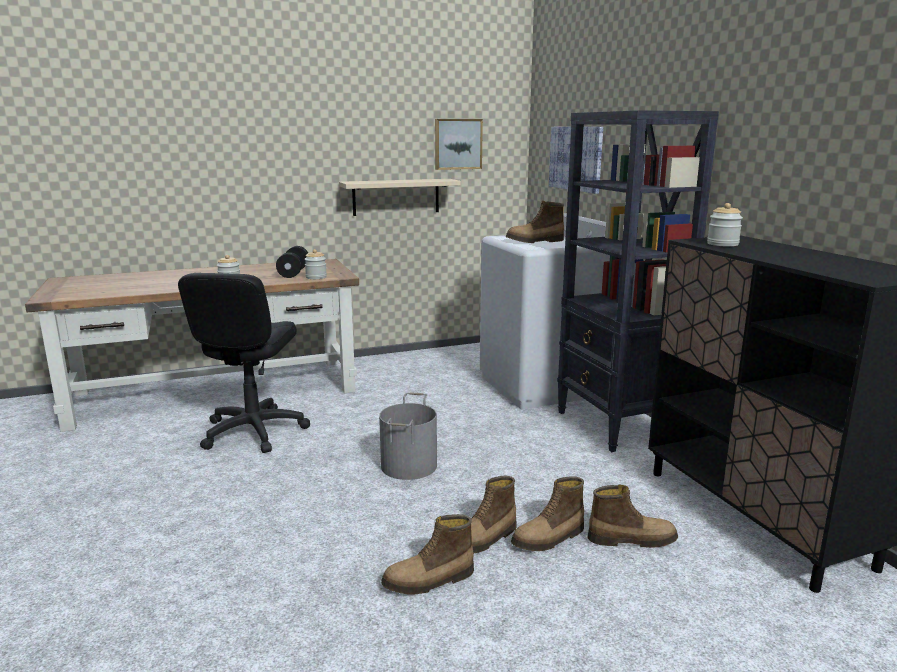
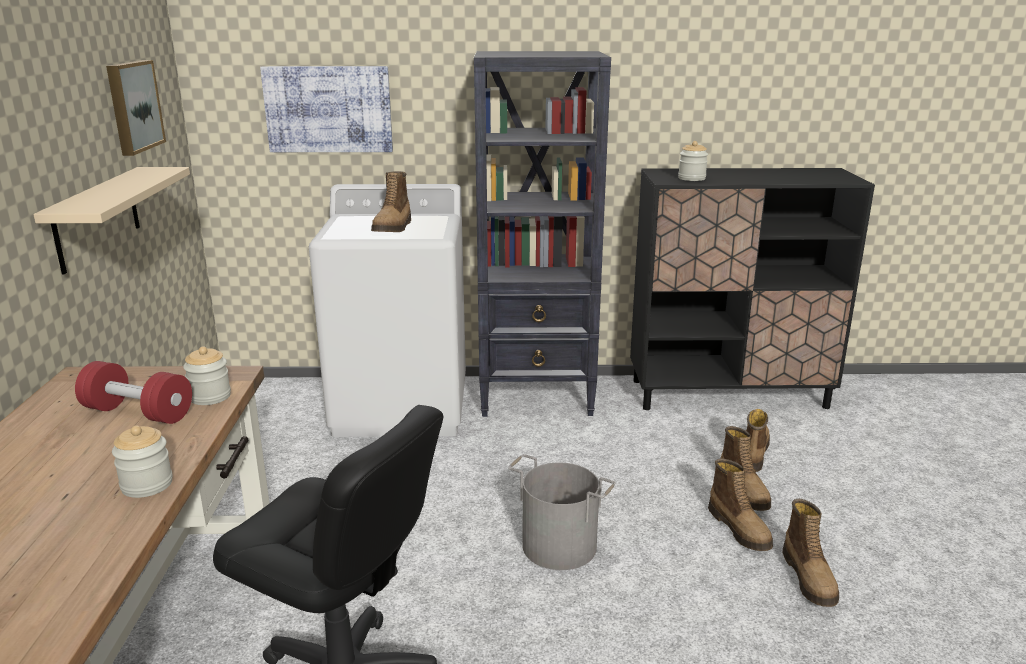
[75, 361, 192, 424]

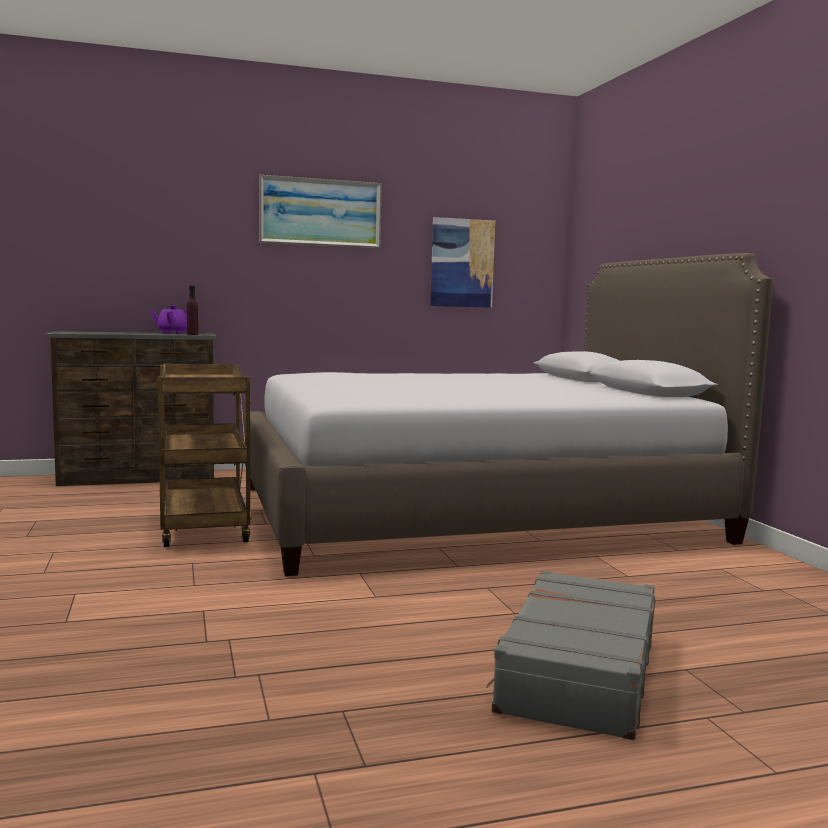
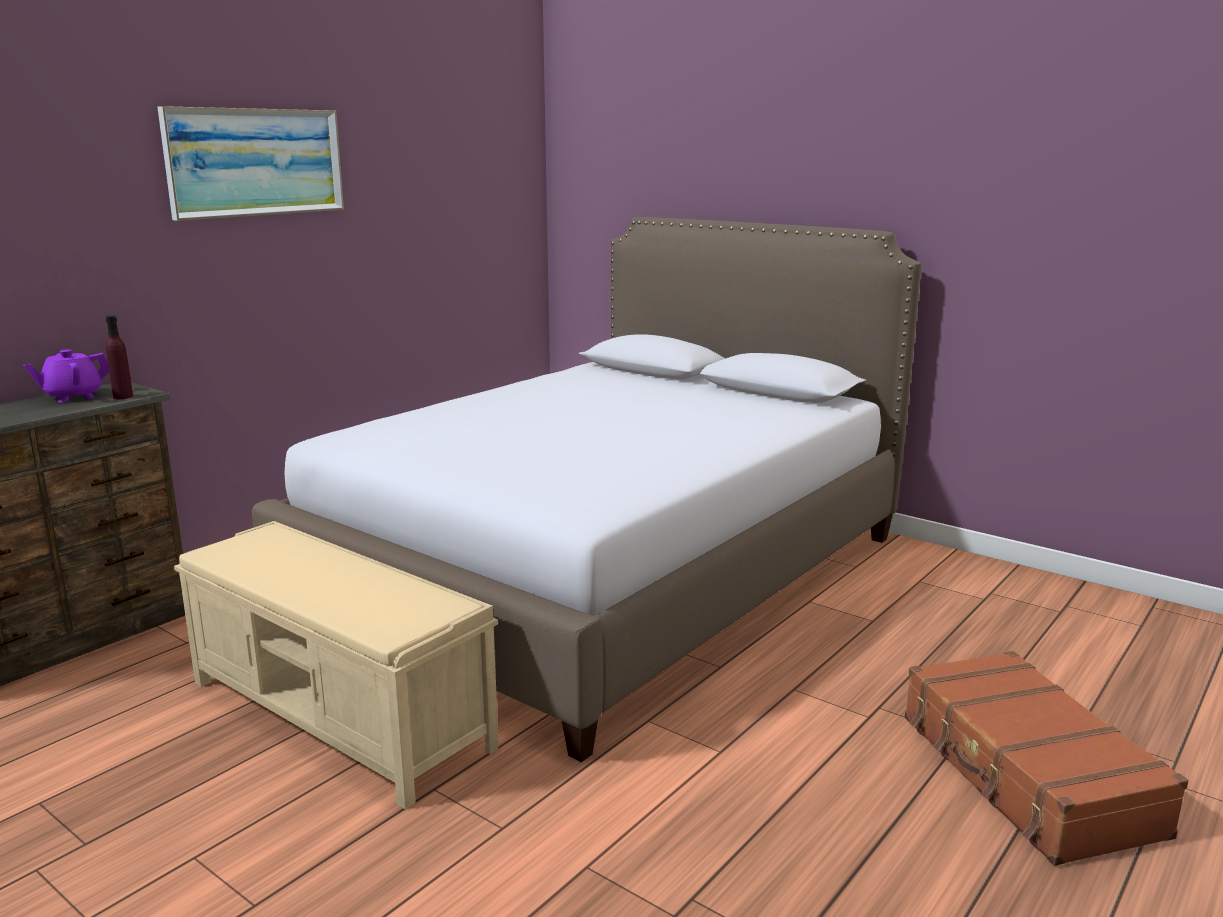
[430, 217, 495, 308] (first image)
[174, 521, 499, 809]
[905, 651, 1189, 866]

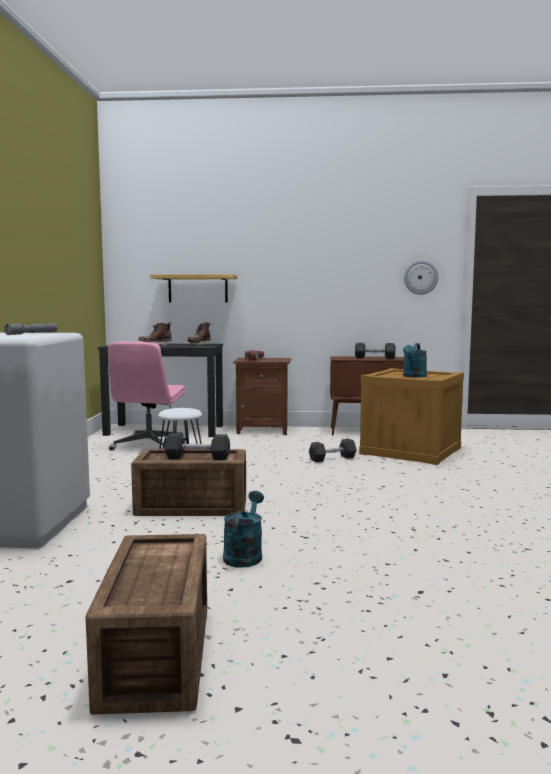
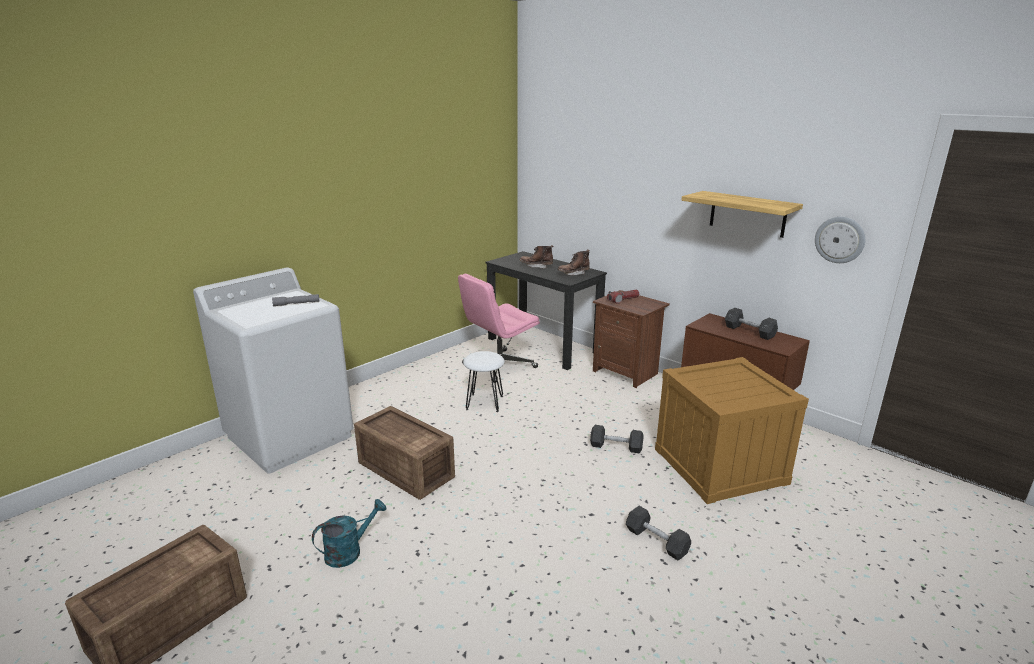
[681, 191, 803, 238]
[403, 343, 427, 377] (first image)
[626, 506, 691, 560]

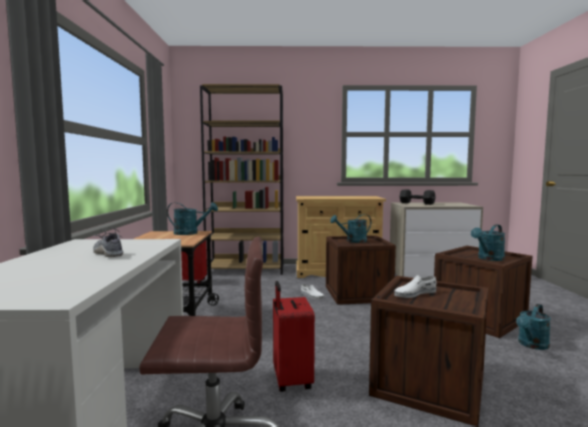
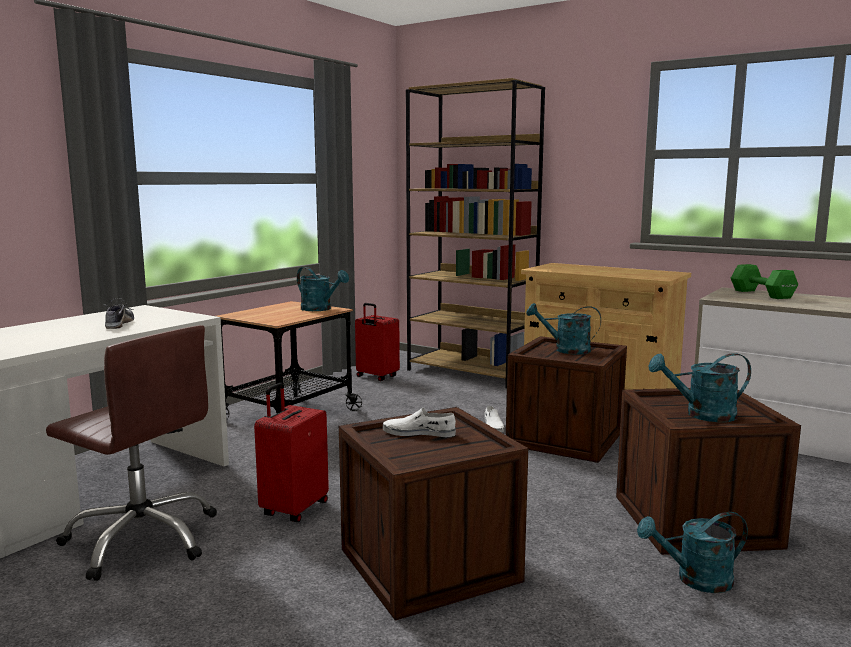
[731, 264, 798, 299]

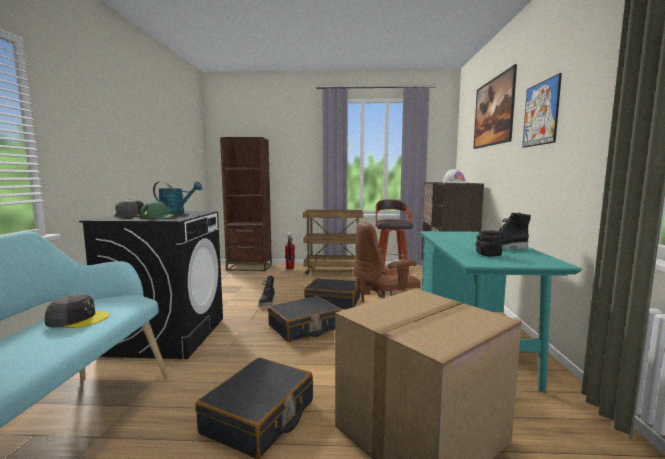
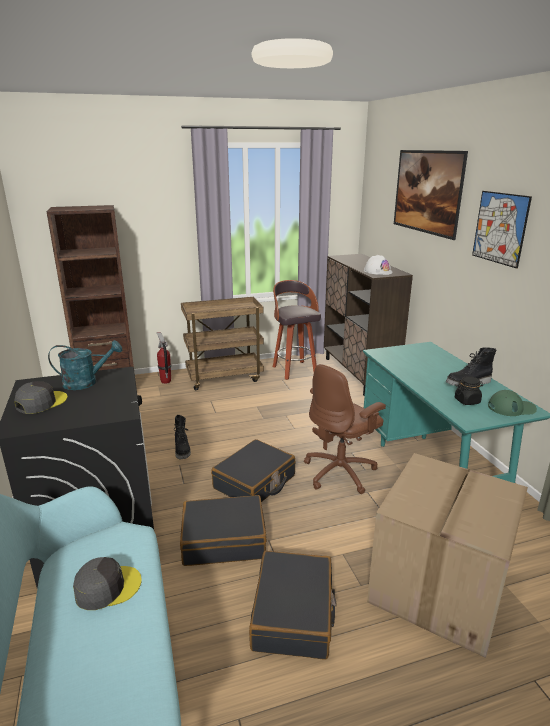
[488, 390, 537, 416]
[180, 495, 266, 566]

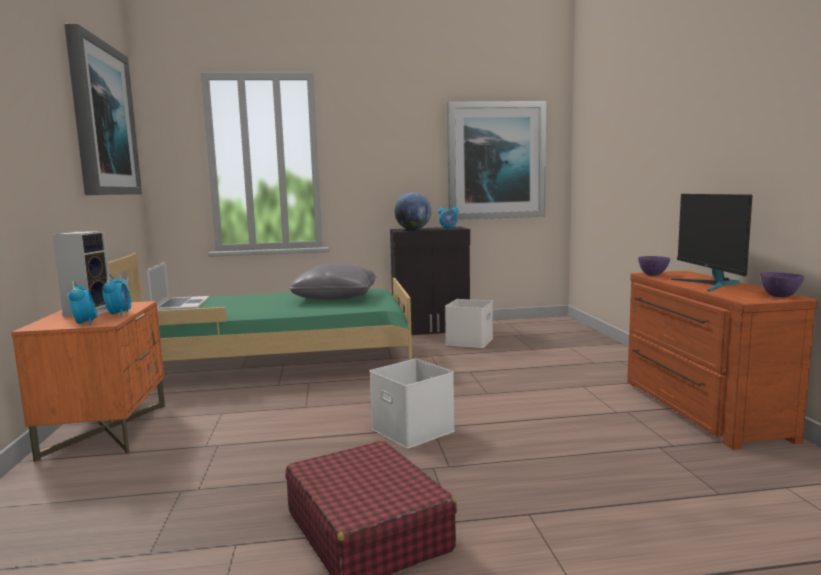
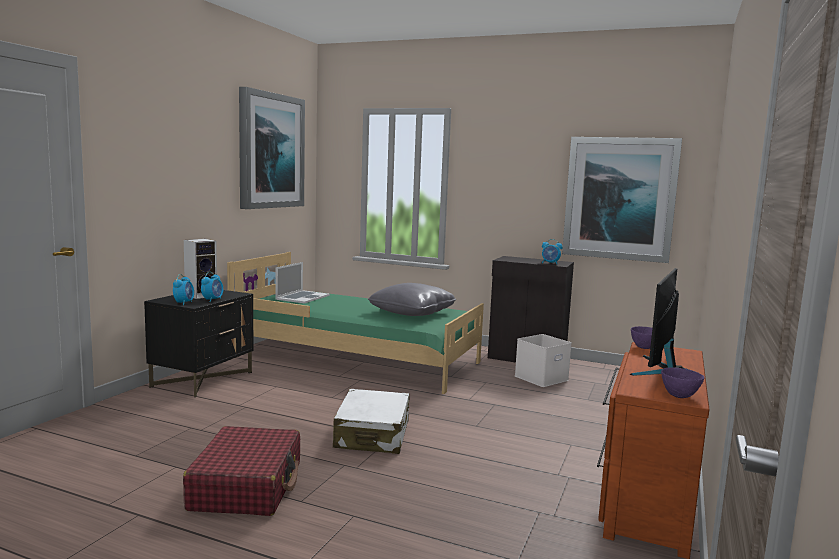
[394, 193, 431, 230] (first image)
[144, 290, 253, 397]
[333, 389, 410, 454]

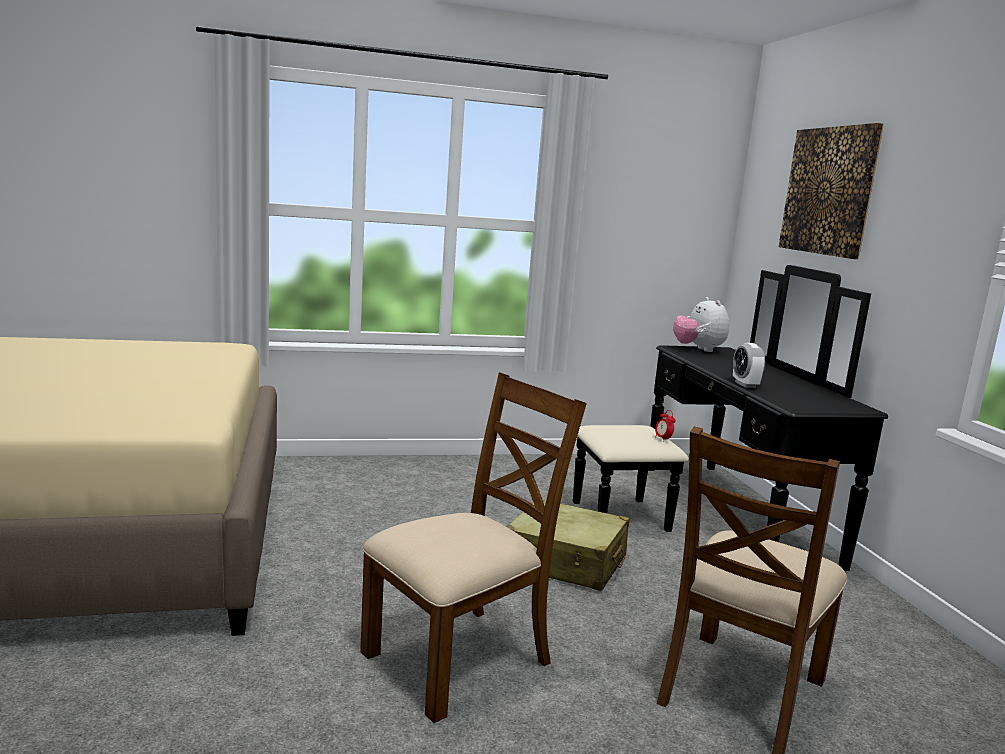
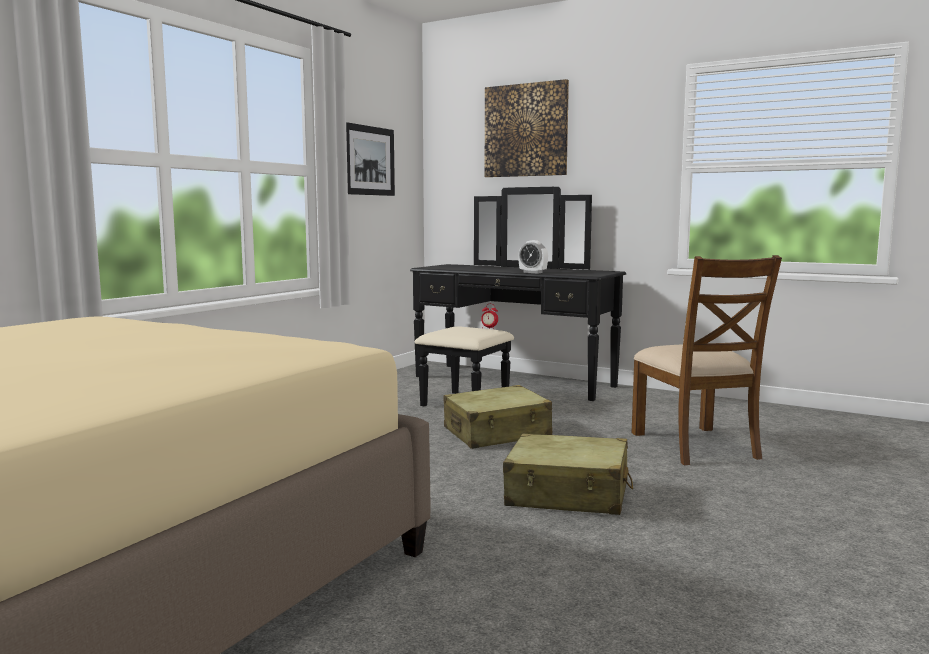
[673, 297, 729, 352] (first image)
[503, 433, 633, 515]
[346, 122, 395, 196]

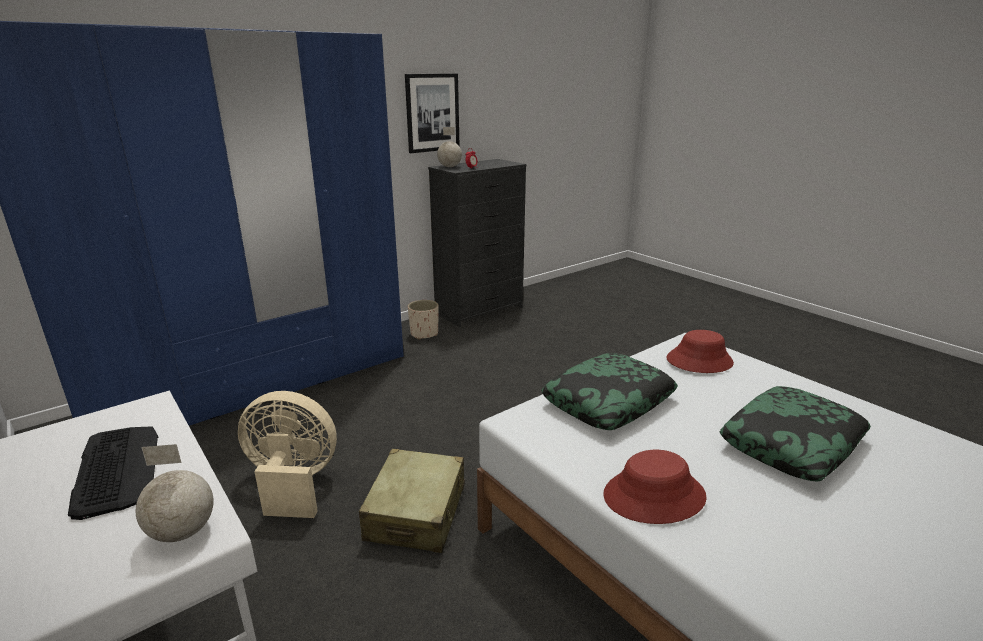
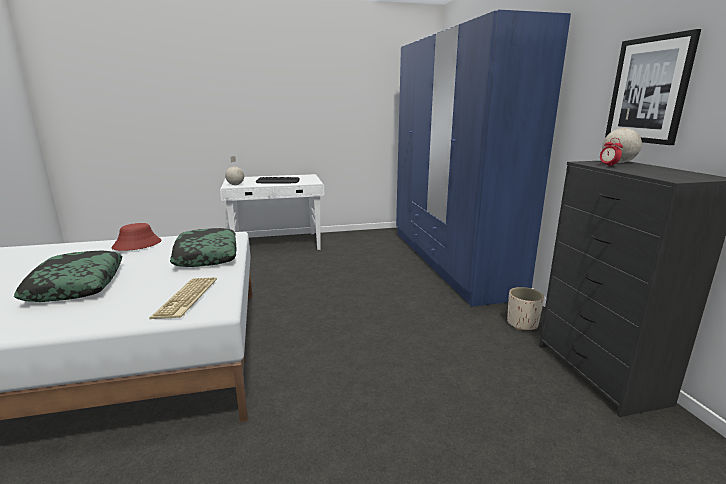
[149, 277, 217, 319]
[238, 391, 337, 518] (first image)
[359, 449, 464, 553] (first image)

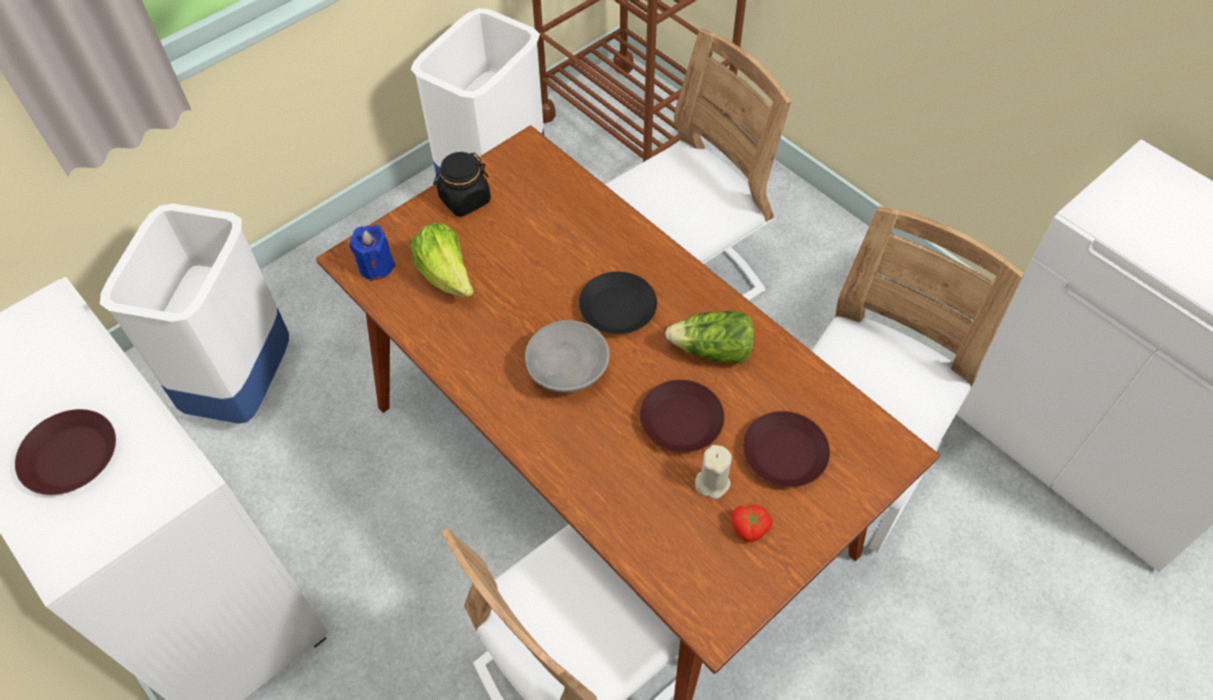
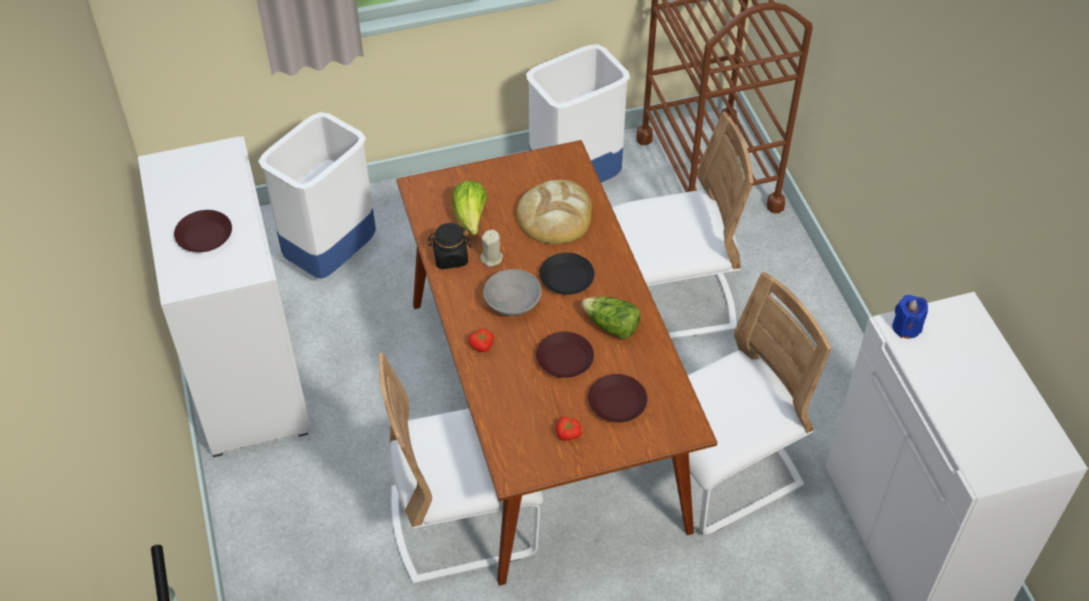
[428, 223, 471, 269]
[892, 295, 928, 338]
[480, 229, 503, 267]
[517, 180, 592, 244]
[468, 329, 494, 352]

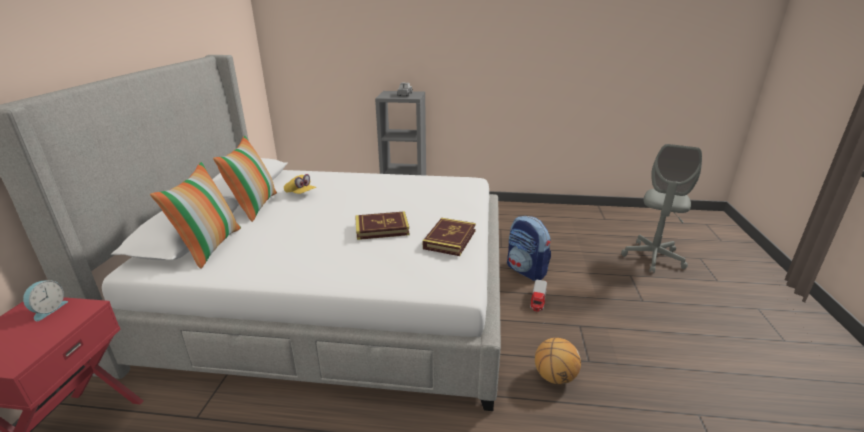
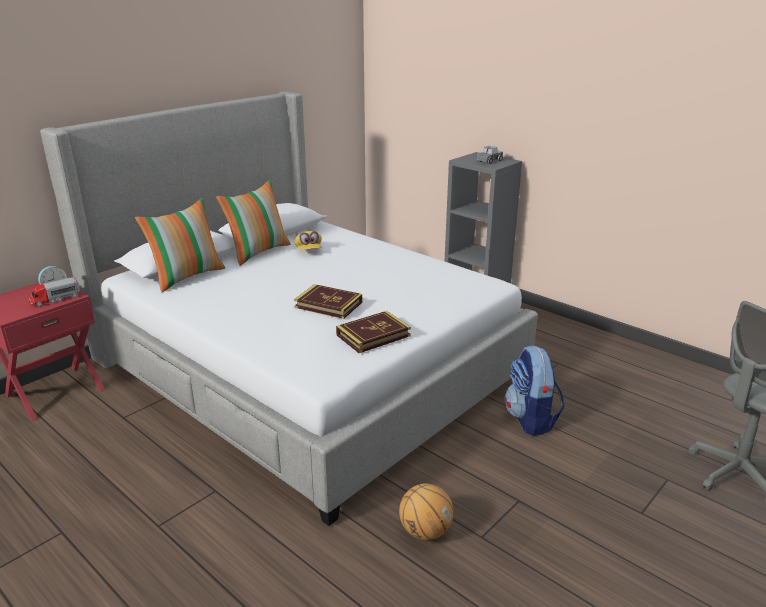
[29, 277, 80, 307]

